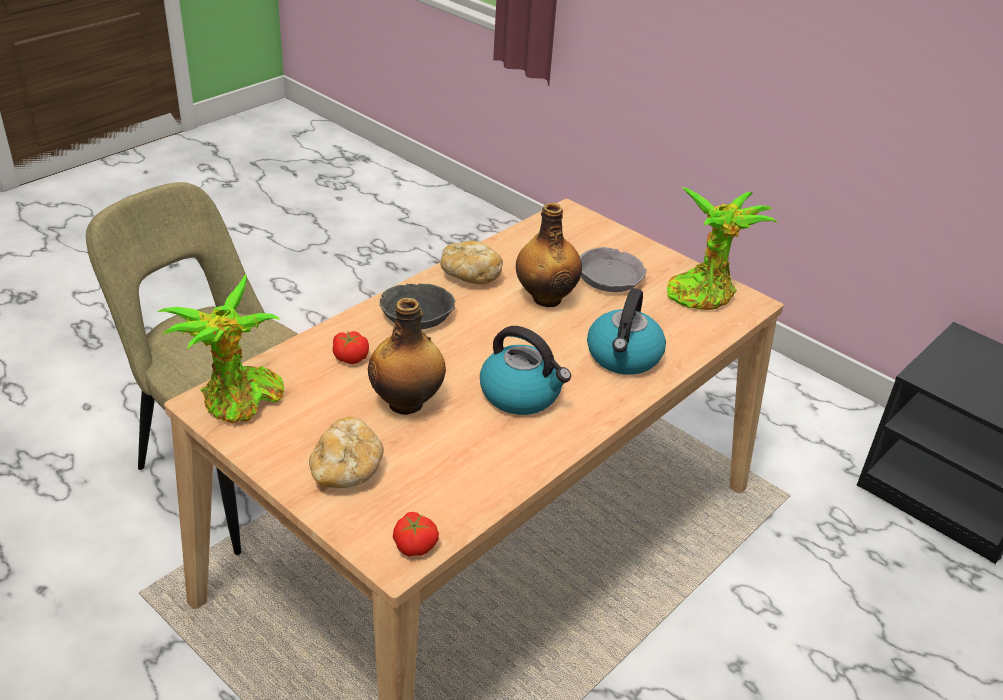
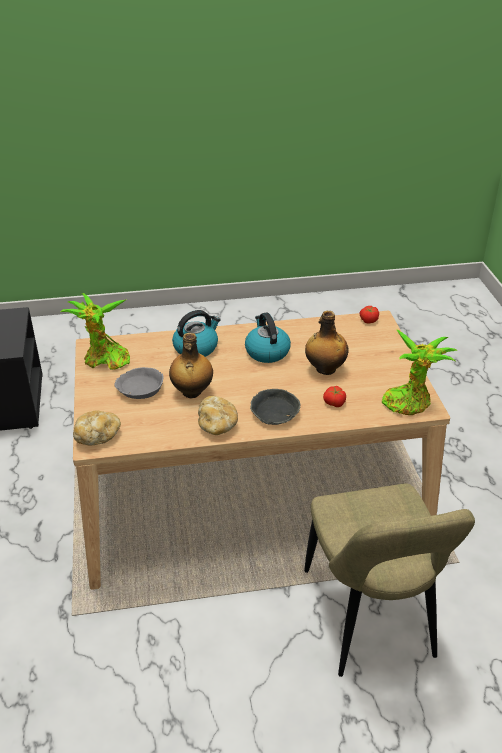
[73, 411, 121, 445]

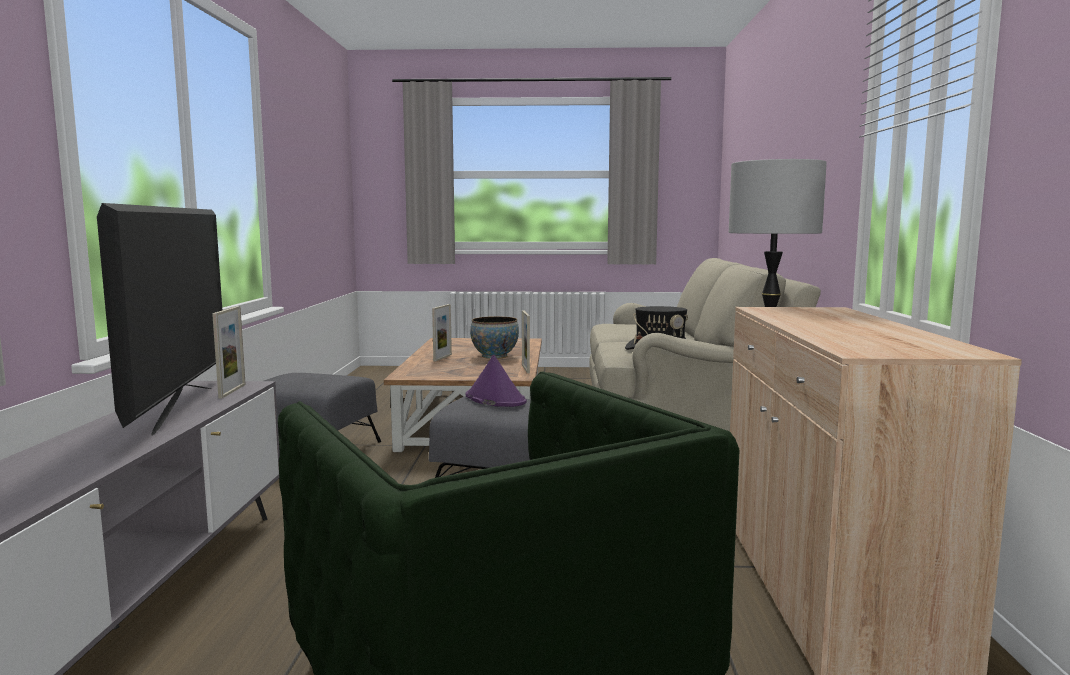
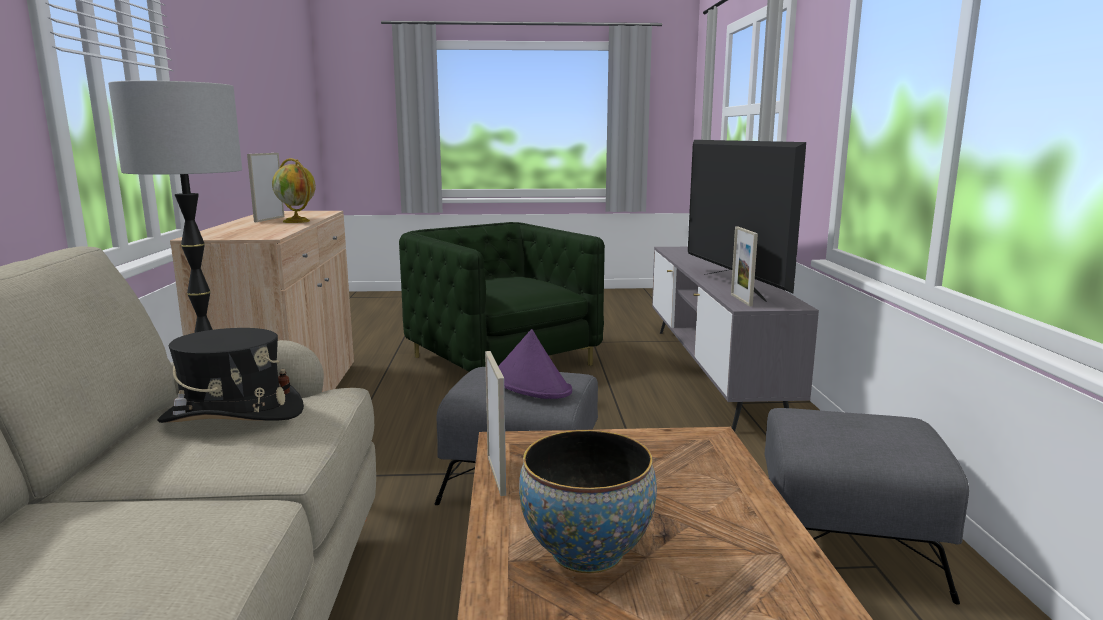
[247, 153, 284, 222]
[272, 158, 316, 223]

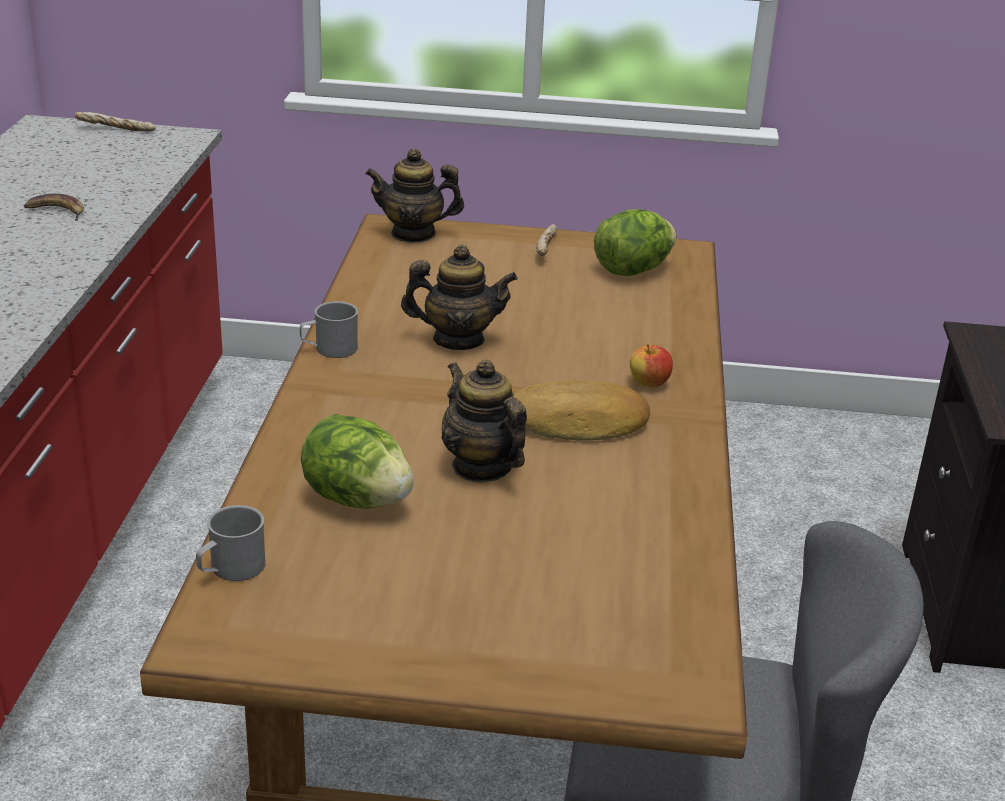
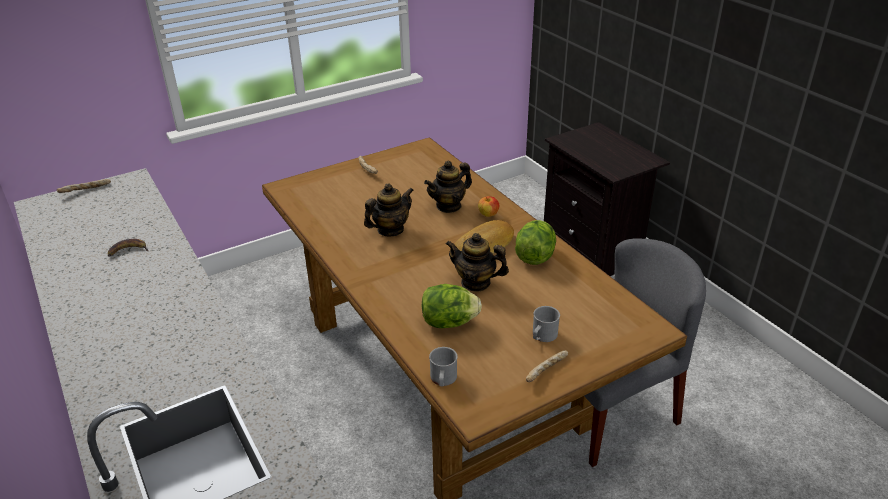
[424, 161, 472, 213]
[515, 220, 556, 265]
[533, 306, 560, 342]
[526, 350, 568, 382]

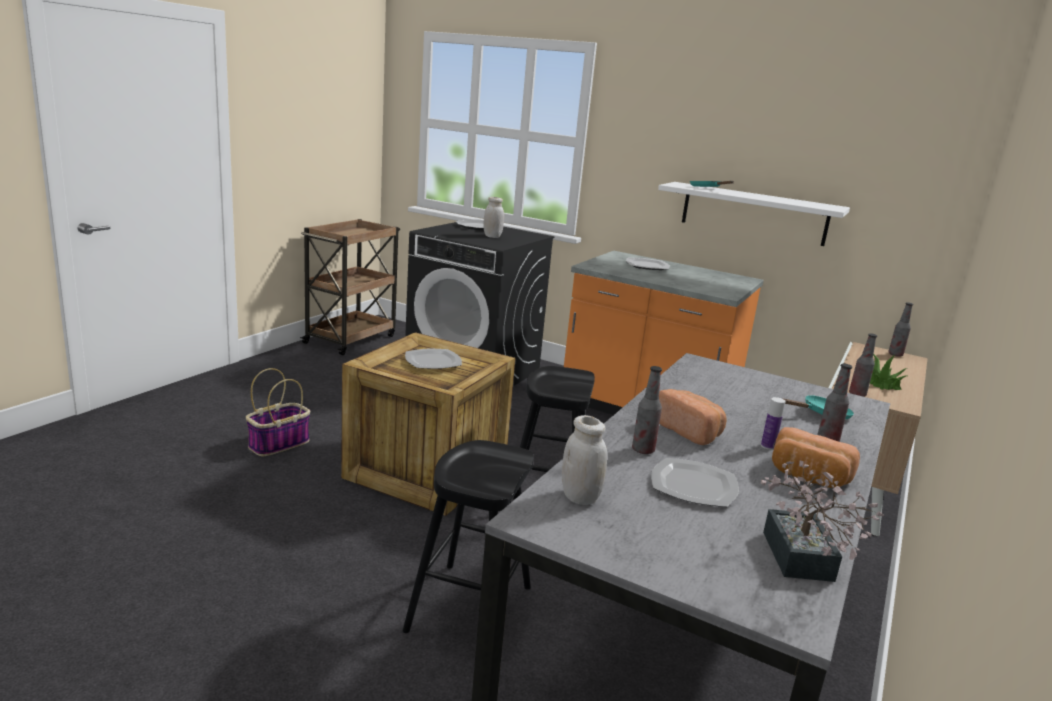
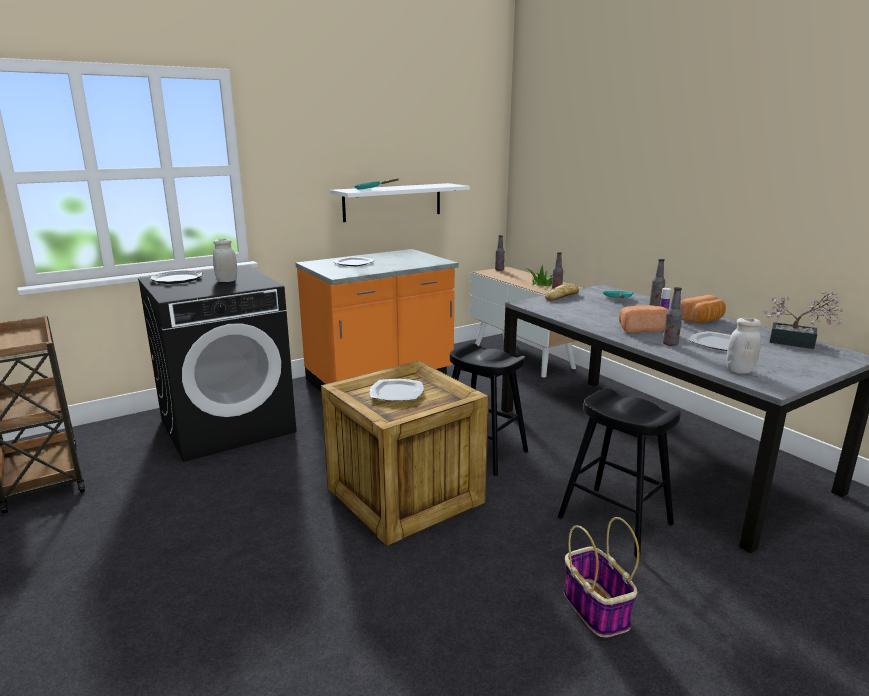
[564, 517, 639, 637]
[545, 283, 579, 301]

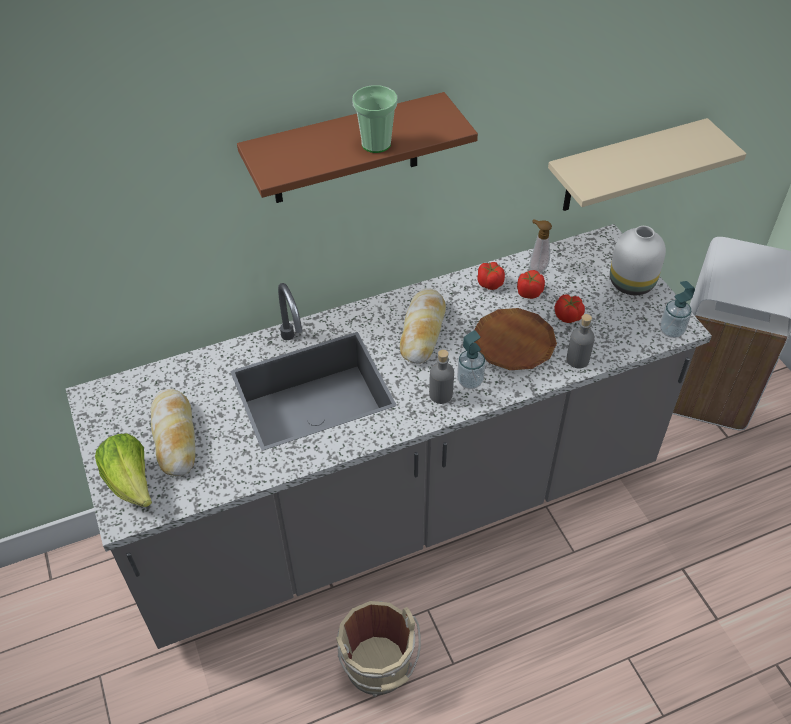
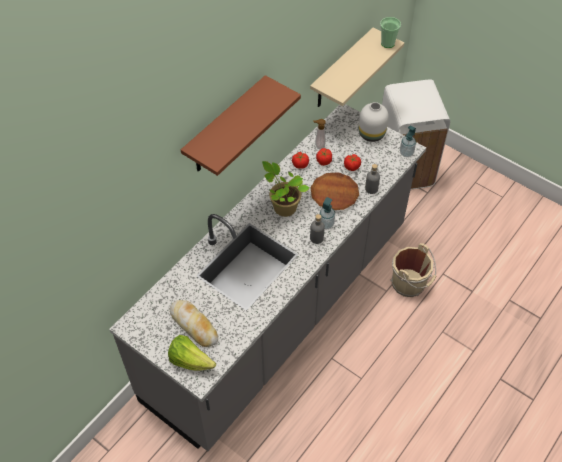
[380, 17, 401, 48]
[262, 161, 309, 217]
[390, 243, 436, 297]

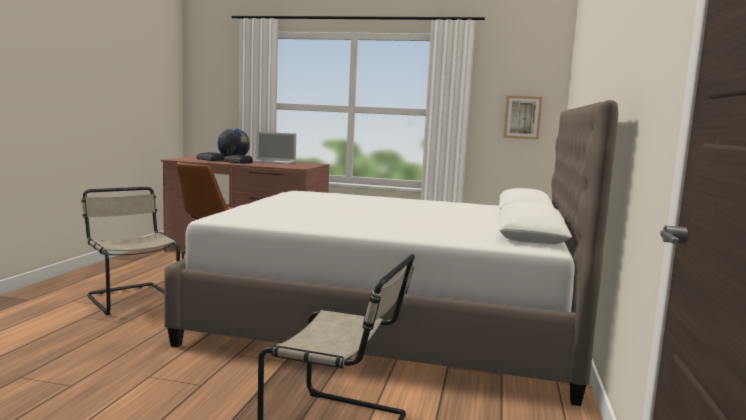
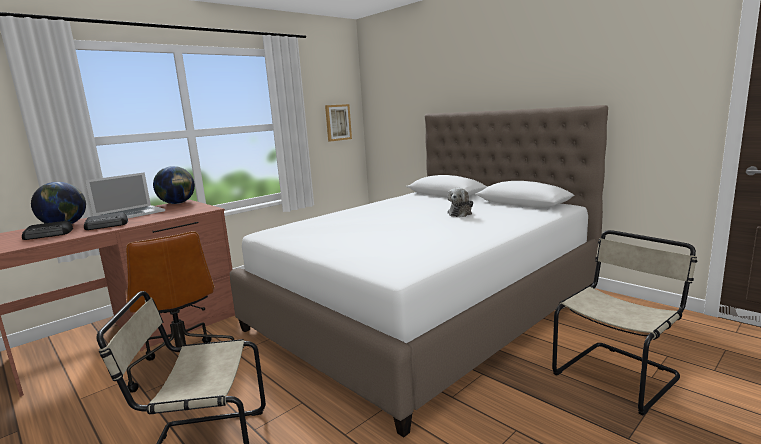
[153, 166, 195, 204]
[447, 188, 473, 217]

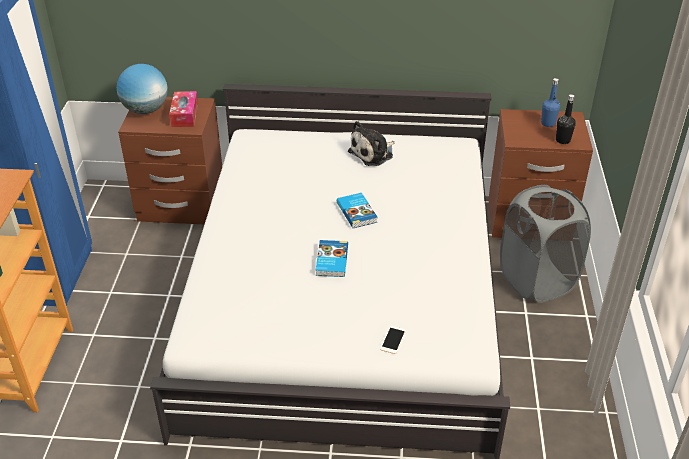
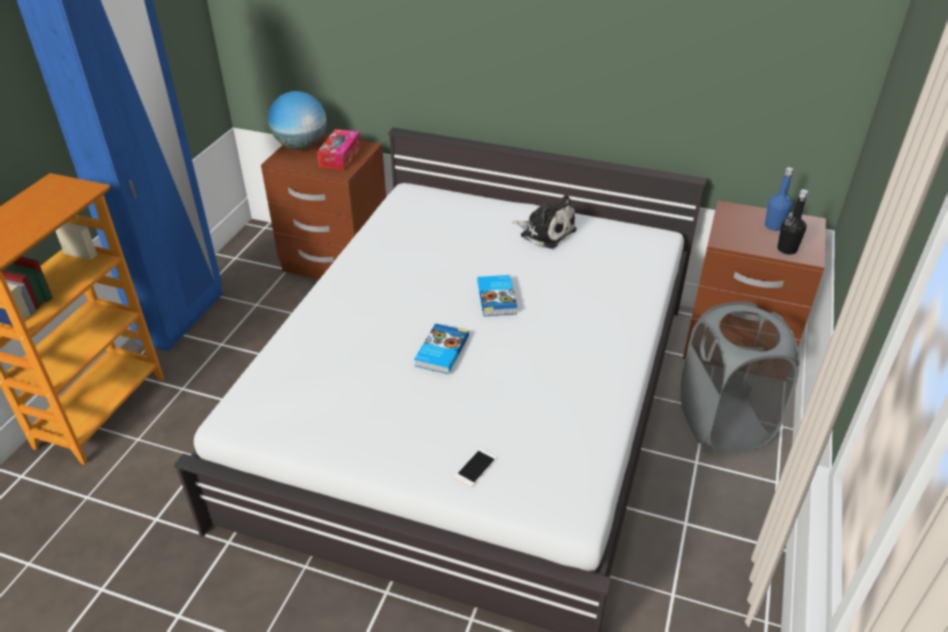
[512, 195, 577, 249]

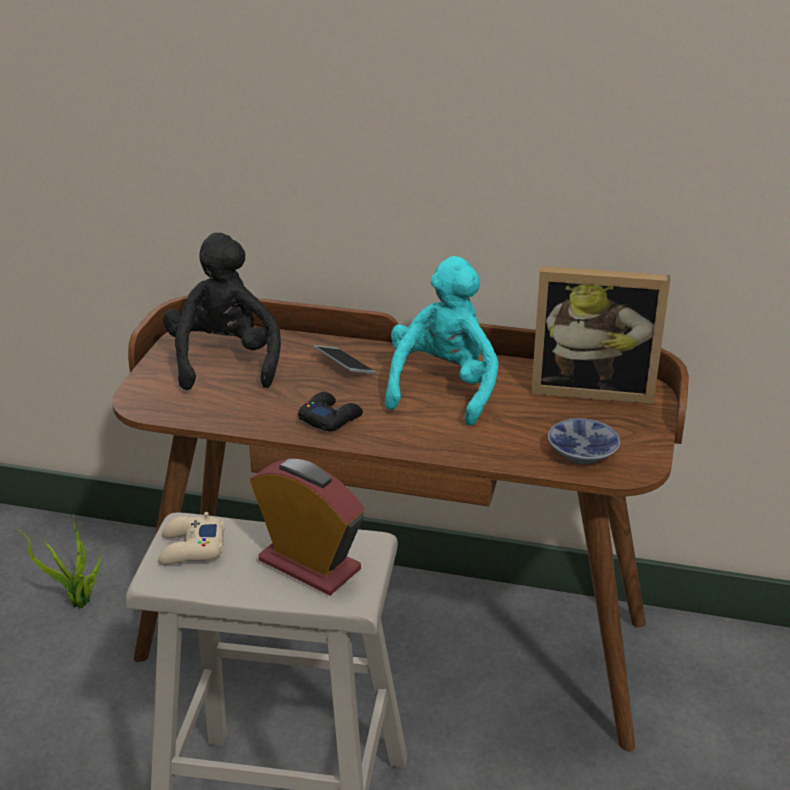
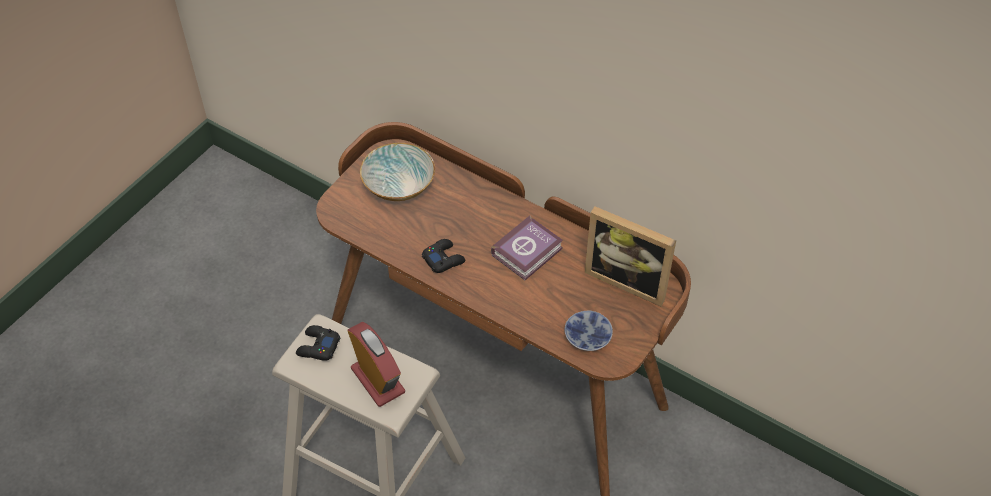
[360, 143, 435, 201]
[491, 216, 563, 280]
[313, 345, 376, 374] (first image)
[296, 325, 341, 361]
[14, 516, 100, 609] (first image)

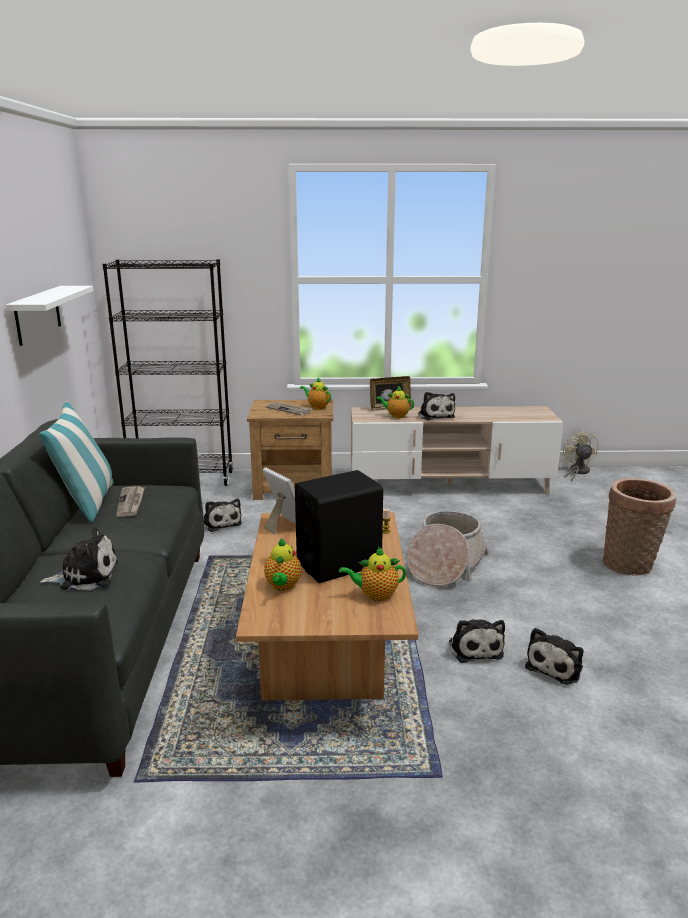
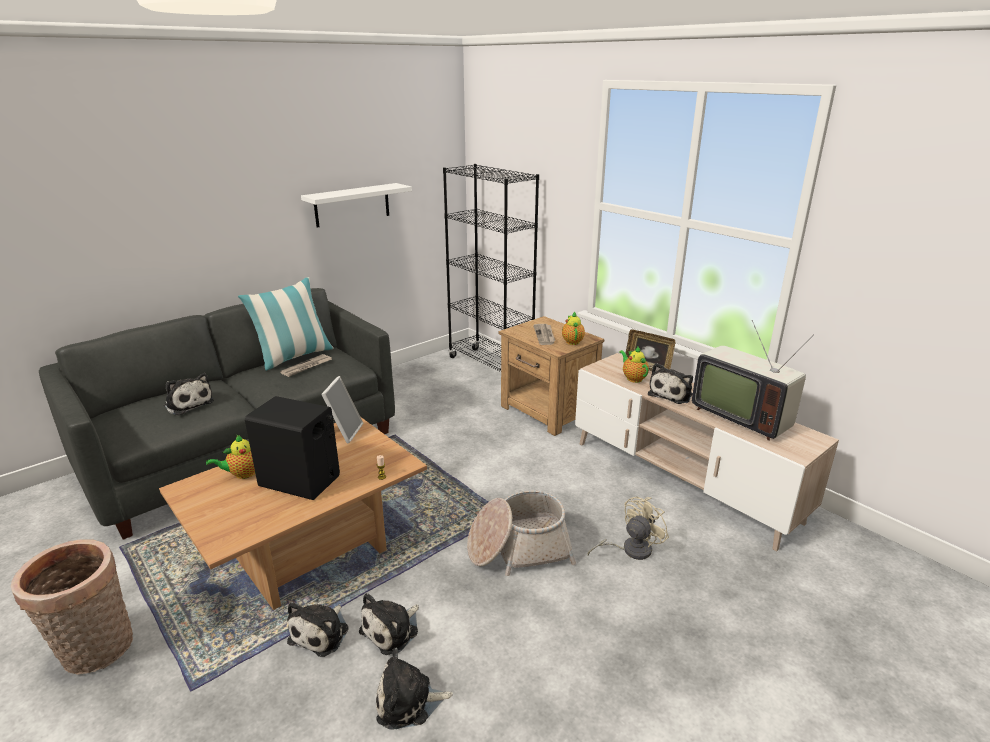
[588, 496, 669, 560]
[11, 539, 133, 675]
[287, 602, 349, 657]
[339, 547, 406, 601] (first image)
[692, 320, 814, 441]

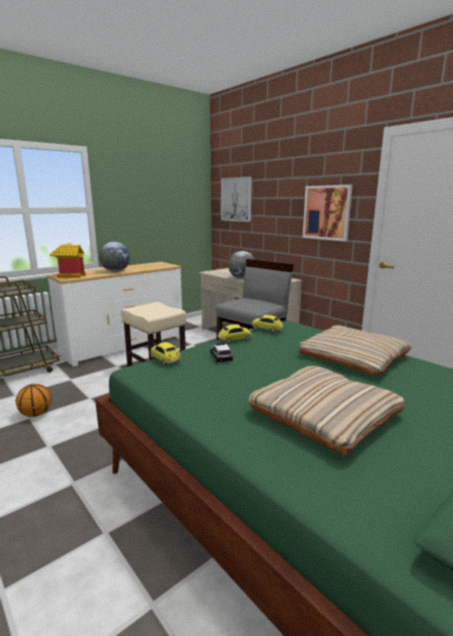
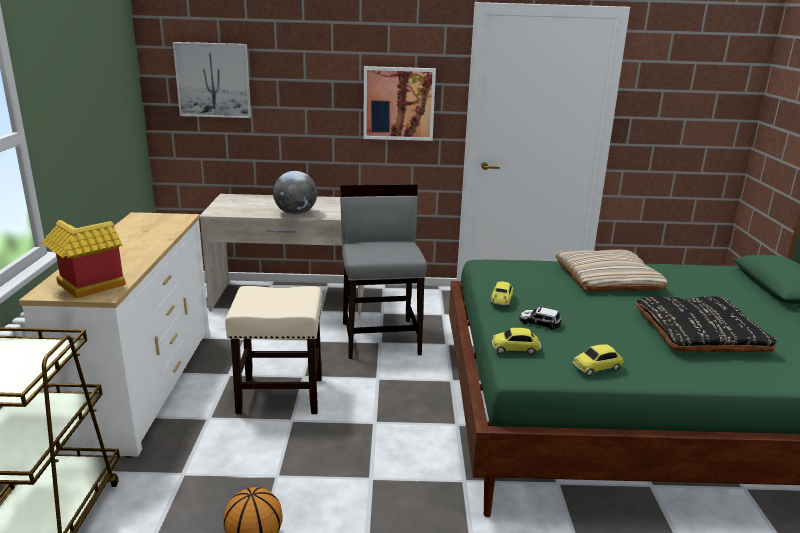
[99, 242, 130, 272] (first image)
[573, 344, 624, 376]
[636, 296, 777, 352]

